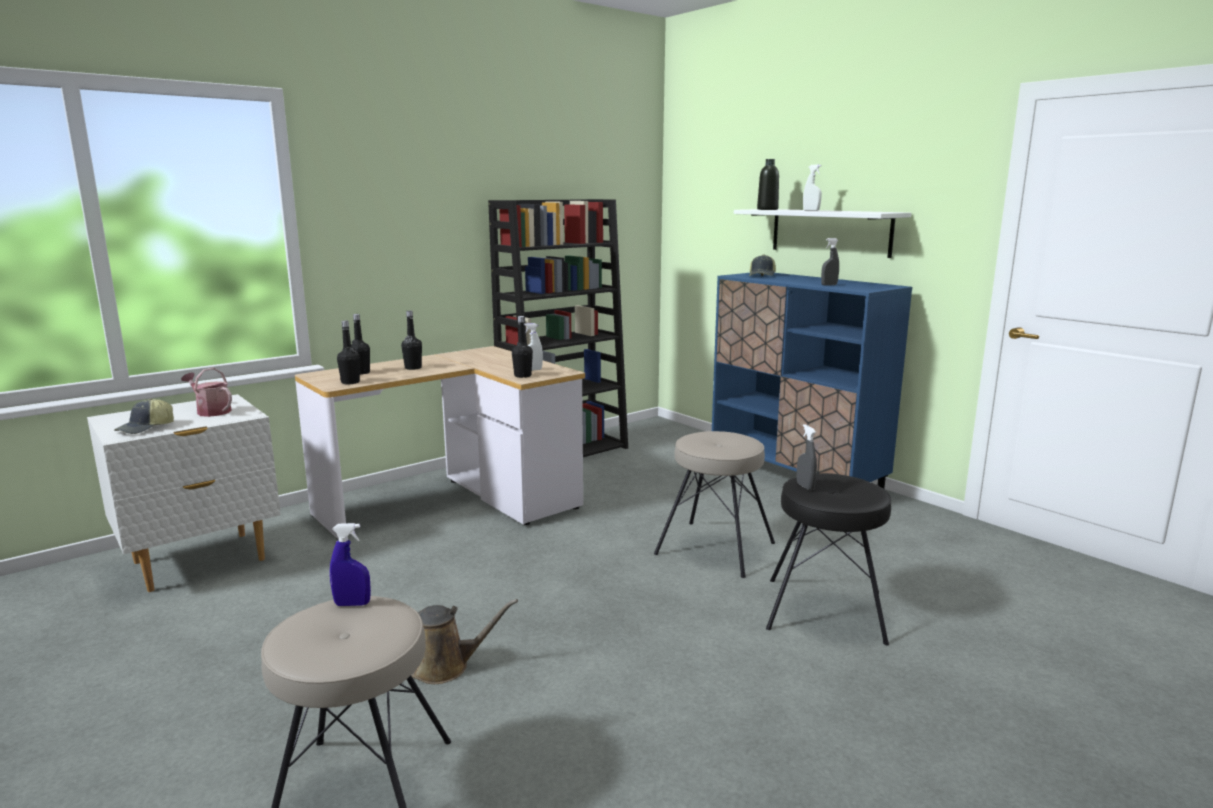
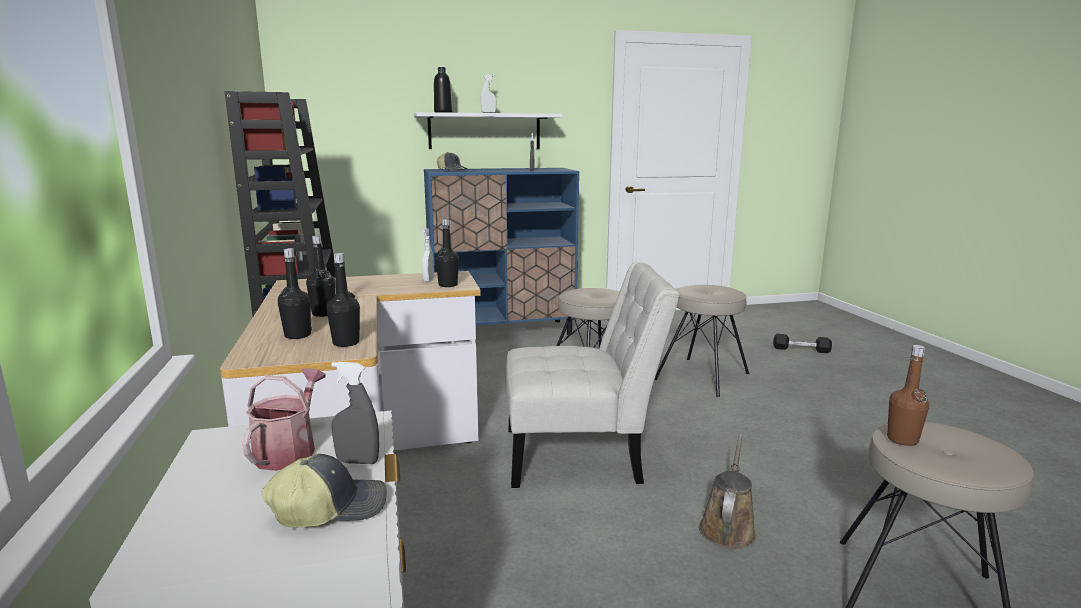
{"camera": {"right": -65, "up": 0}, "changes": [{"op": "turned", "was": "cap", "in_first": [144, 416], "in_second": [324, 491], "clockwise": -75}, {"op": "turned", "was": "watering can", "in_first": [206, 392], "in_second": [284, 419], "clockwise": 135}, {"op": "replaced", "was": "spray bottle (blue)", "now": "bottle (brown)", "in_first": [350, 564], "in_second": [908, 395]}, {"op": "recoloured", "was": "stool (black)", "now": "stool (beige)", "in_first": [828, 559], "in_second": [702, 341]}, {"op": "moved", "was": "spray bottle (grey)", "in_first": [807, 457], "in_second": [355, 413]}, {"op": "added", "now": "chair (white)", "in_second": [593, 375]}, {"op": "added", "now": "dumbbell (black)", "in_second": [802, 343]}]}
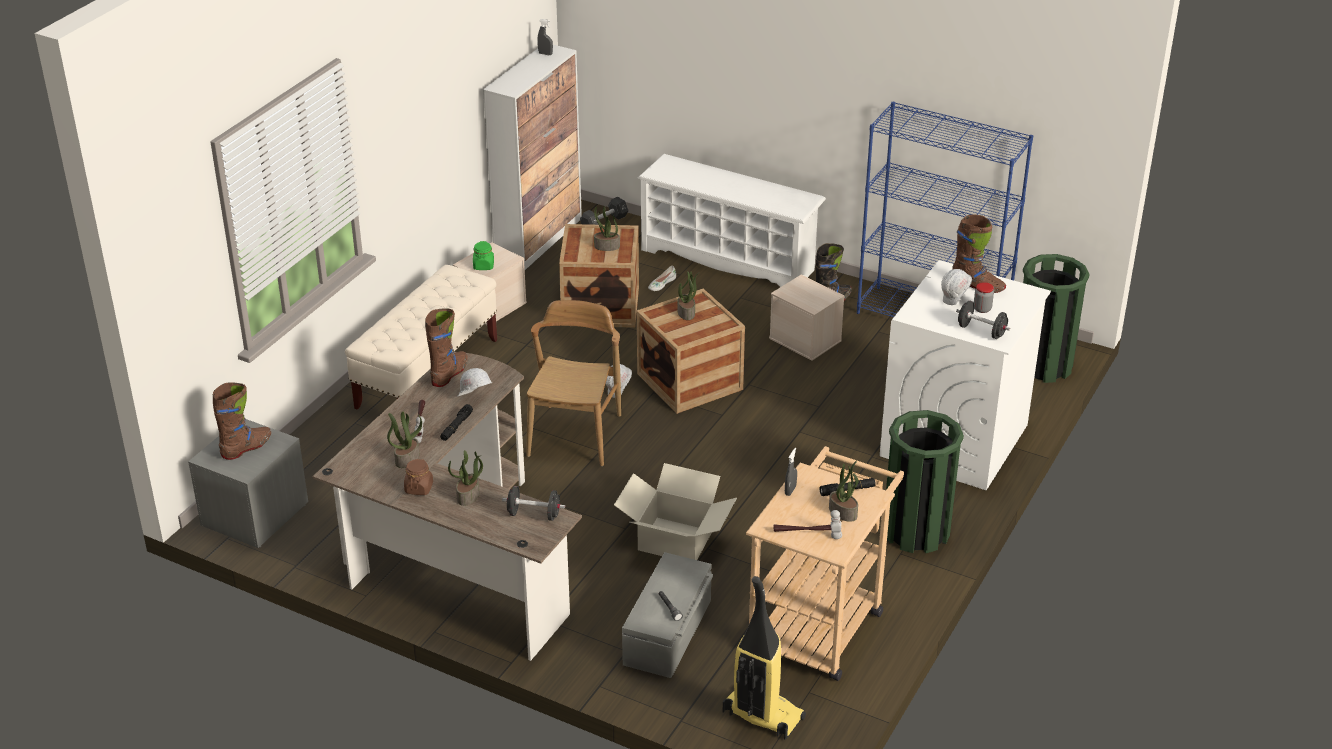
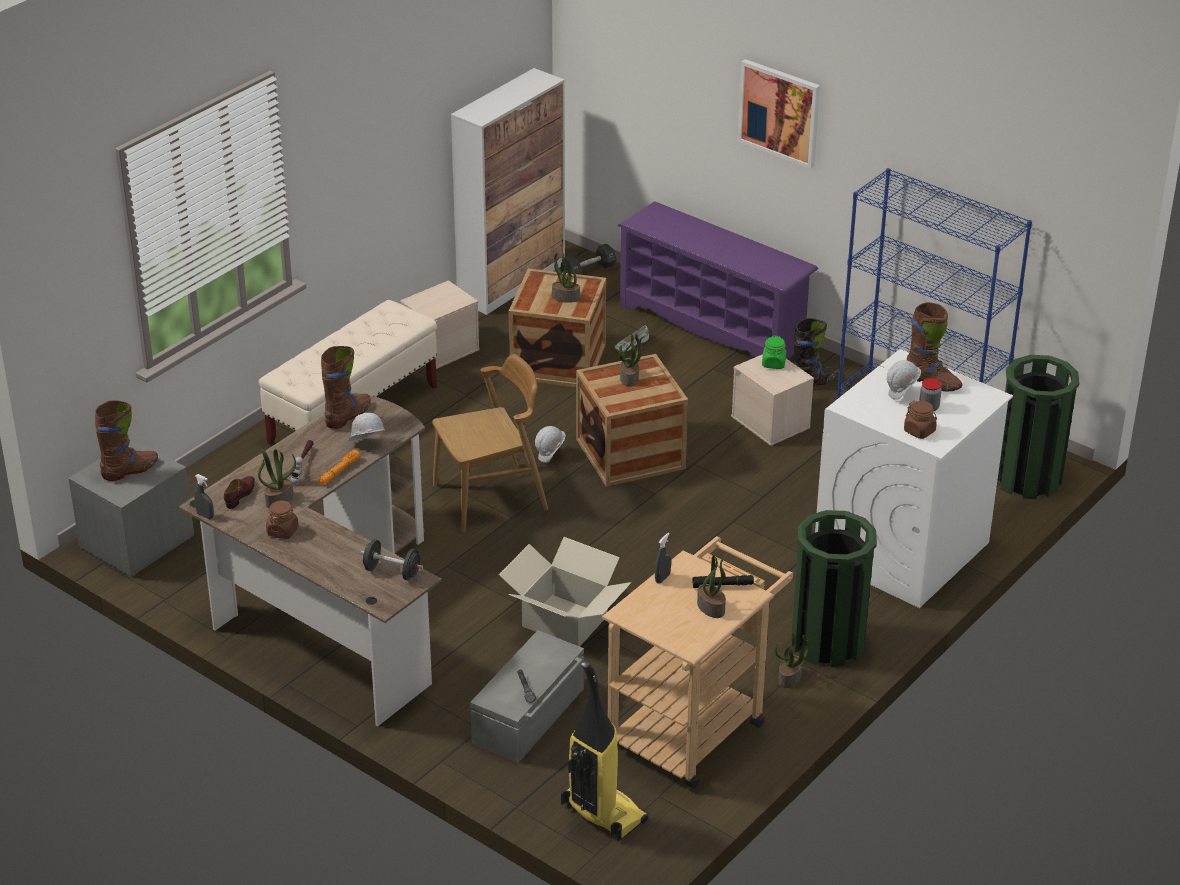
{"camera": {"right": 10, "up": 0}, "changes": [{"op": "recoloured", "was": "flashlight (black)", "now": "flashlight (orange)", "in_first": [456, 422], "in_second": [339, 467]}, {"op": "moved", "was": "potted plant", "in_first": [465, 478], "in_second": [791, 660]}, {"op": "moved", "was": "jar (green)", "in_first": [483, 255], "in_second": [774, 352]}, {"op": "turned", "was": "chair (brown)", "in_first": [573, 383], "in_second": [490, 443], "clockwise": 45}, {"op": "moved", "was": "spray bottle (grey)", "in_first": [545, 37], "in_second": [204, 496]}, {"op": "recoloured", "was": "shoe rack (white)", "now": "shoe rack (purple)", "in_first": [731, 220], "in_second": [718, 280]}, {"op": "removed", "was": "hammer", "in_first": [807, 524]}, {"op": "replaced", "was": "dumbbell (black)", "now": "jar (brown)", "in_first": [983, 320], "in_second": [920, 420]}, {"op": "added", "now": "shoe (brown)", "in_second": [239, 492]}, {"op": "added", "now": "picture", "in_second": [778, 114]}]}
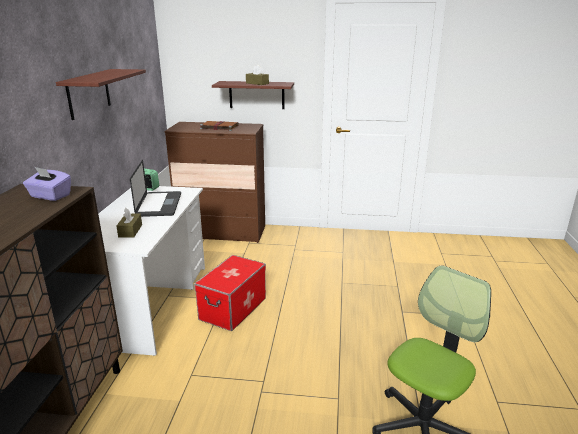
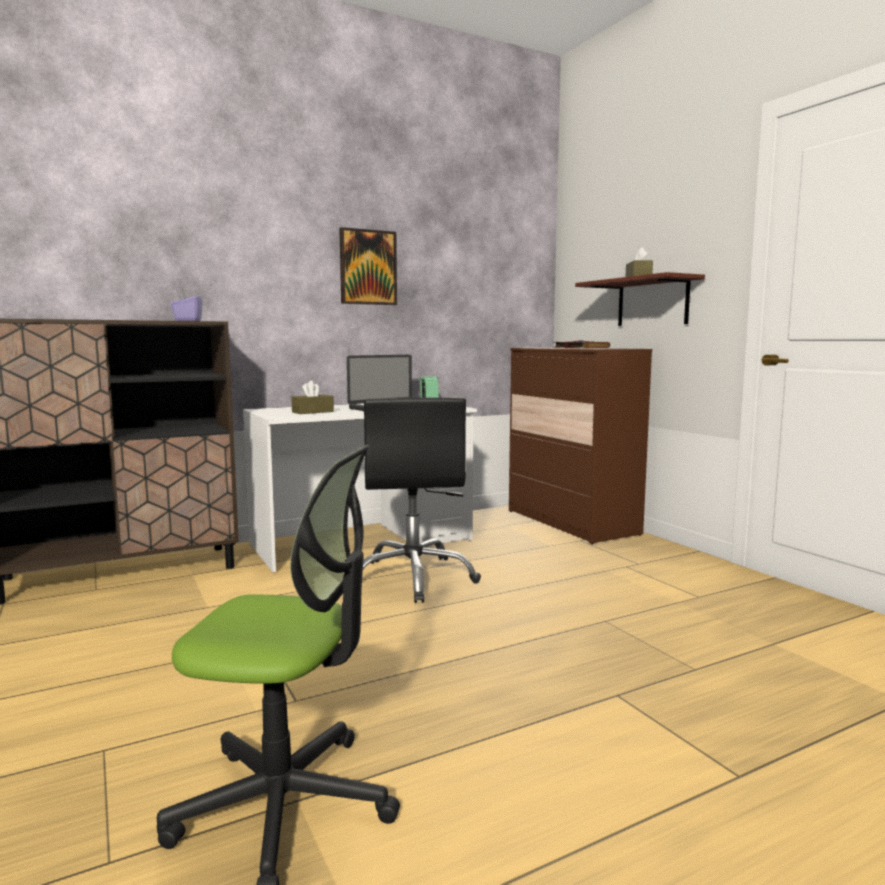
{"camera": {"right": 55, "up": -15}, "changes": [{"op": "replaced", "was": "shelf", "now": "picture", "in_first": [101, 94], "in_second": [368, 266]}, {"op": "replaced", "was": "storage box", "now": "office chair (black)", "in_first": [230, 293], "in_second": [422, 500]}]}
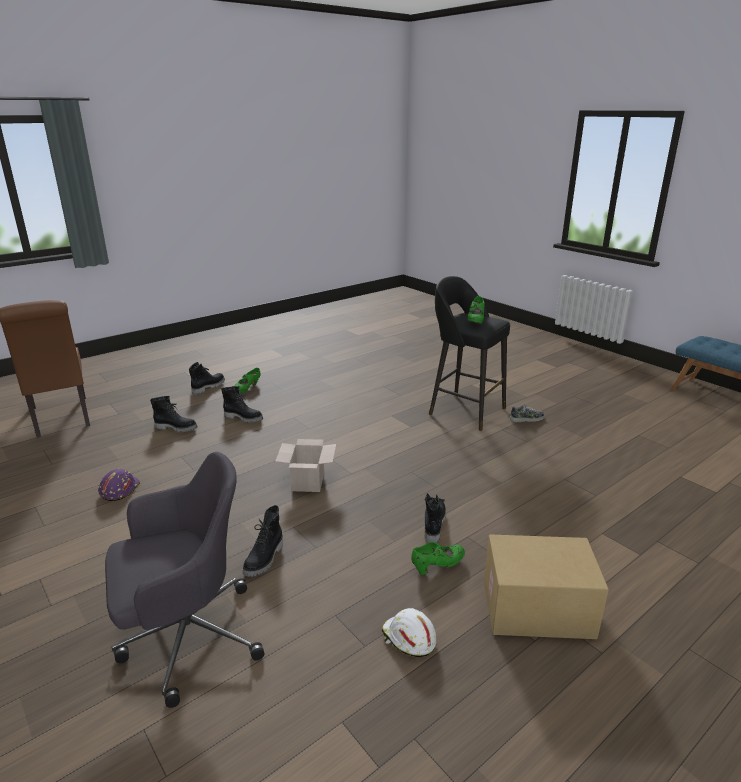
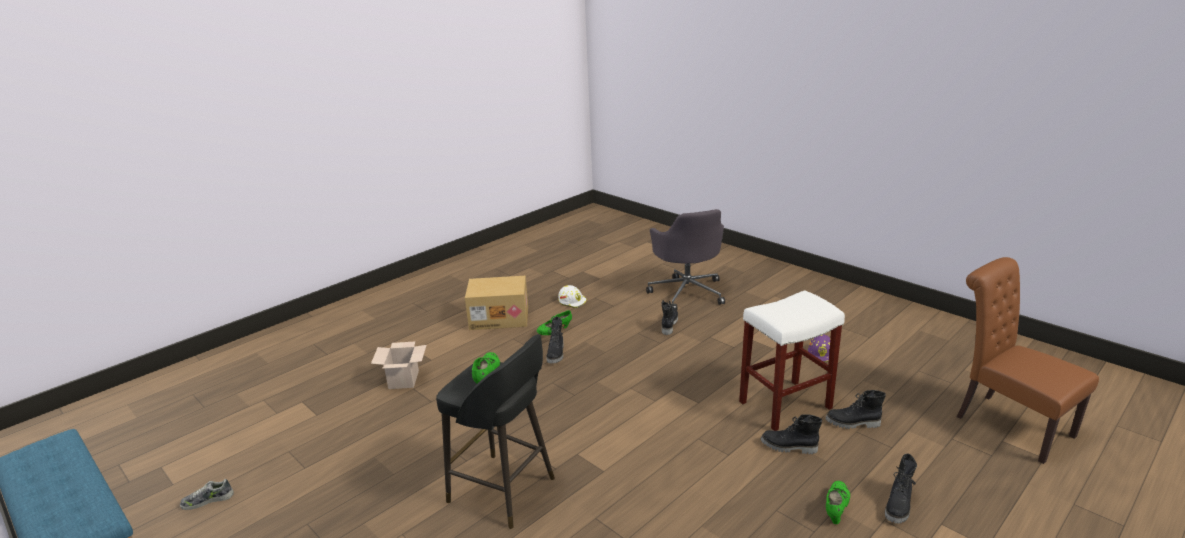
{"camera": {"right": 175, "up": 0}, "changes": [{"op": "turned", "was": "office chair (grey)", "in_first": [184, 580], "in_second": [685, 259], "clockwise": -75}, {"op": "moved", "was": "cardboard box", "in_first": [305, 465], "in_second": [398, 365]}, {"op": "moved", "was": "shoe", "in_first": [527, 413], "in_second": [207, 494]}, {"op": "added", "now": "stool (white)", "in_second": [792, 360]}]}
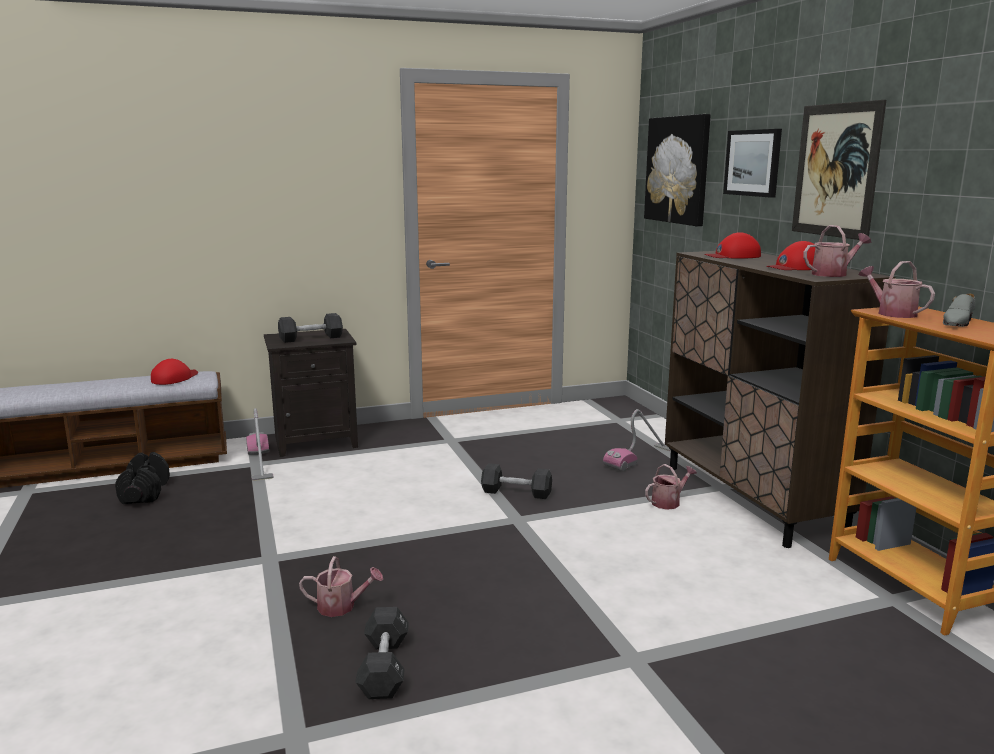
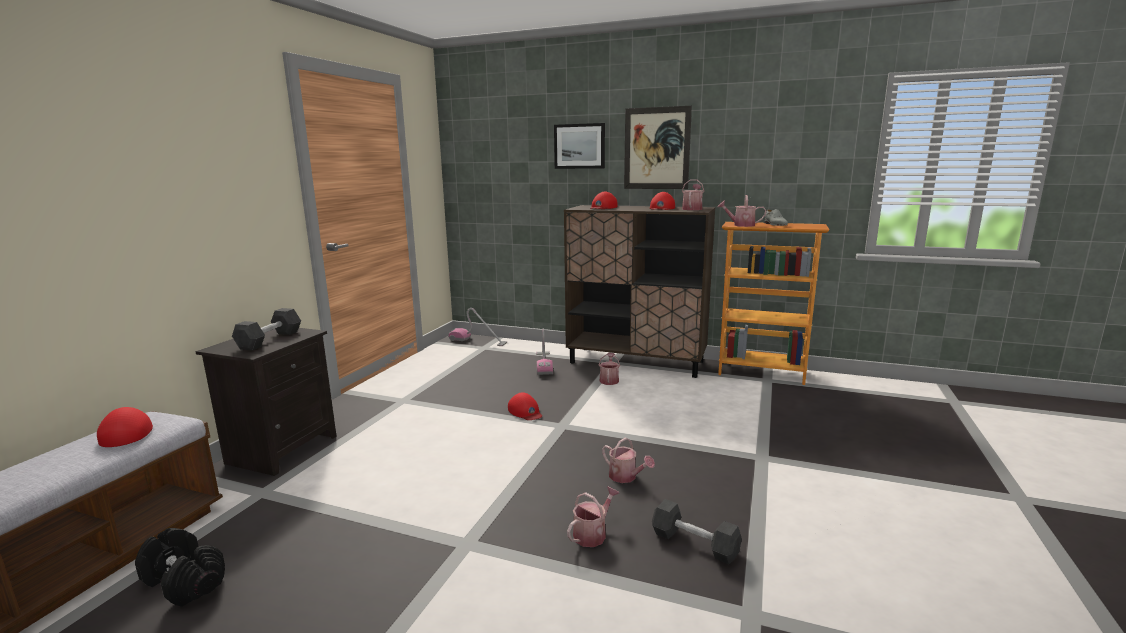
{"camera": {"right": -50, "up": 0}, "changes": [{"op": "moved", "was": "vacuum cleaner", "in_first": [260, 444], "in_second": [477, 327]}, {"op": "replaced", "was": "dumbbell (black)", "now": "cap (red)", "in_first": [516, 481], "in_second": [525, 406]}, {"op": "removed", "was": "picture", "in_first": [677, 170]}, {"op": "added", "now": "watering can", "in_second": [628, 460]}]}
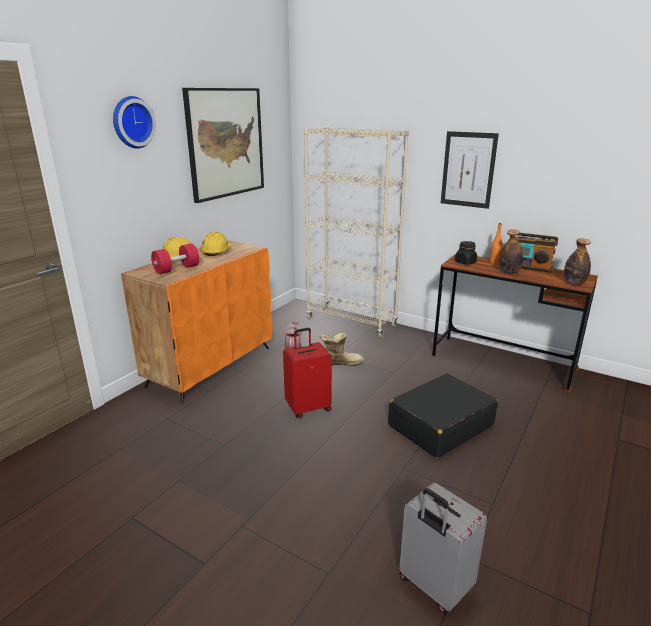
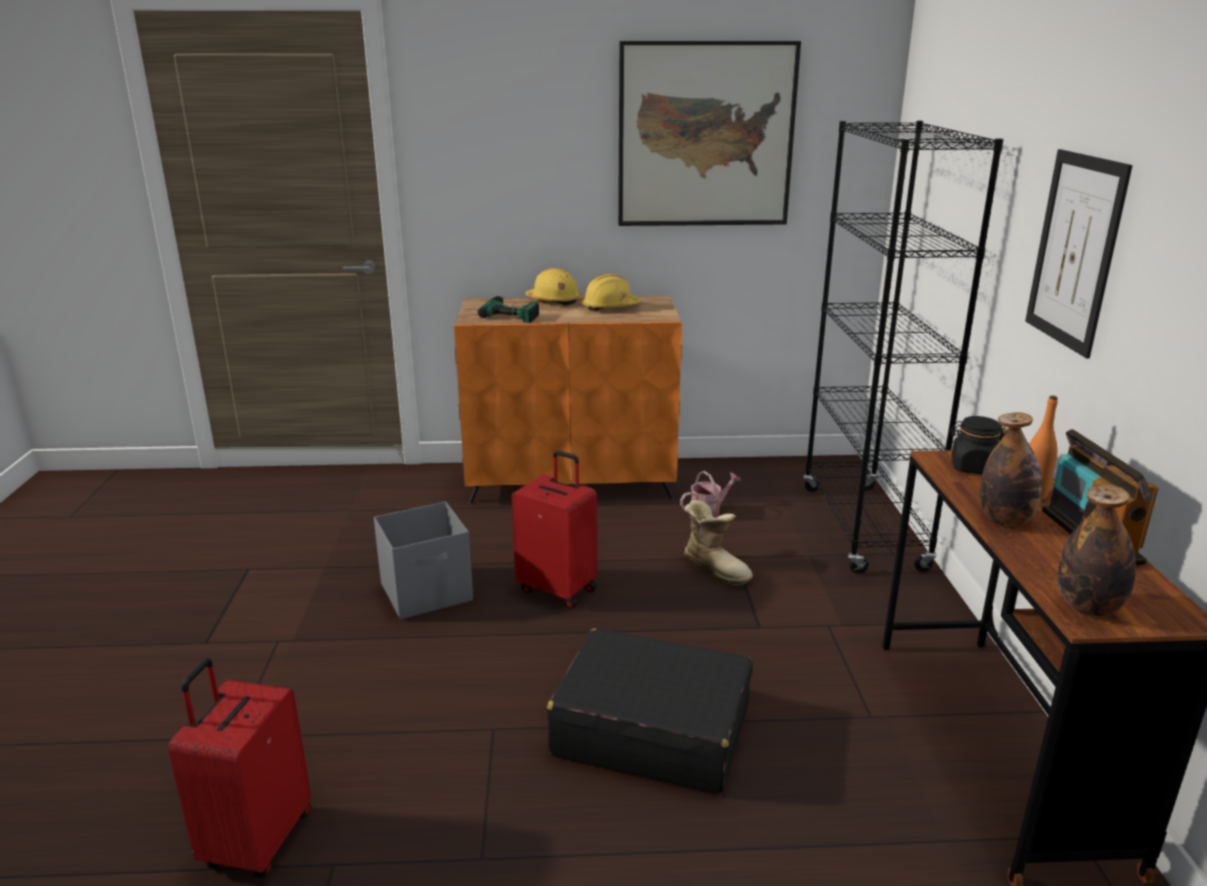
{"camera": {"right": 55, "up": 0}, "changes": [{"op": "removed", "was": "wall clock", "in_first": [134, 122]}, {"op": "replaced", "was": "dumbbell (red)", "now": "power drill", "in_first": [175, 258], "in_second": [508, 309]}, {"op": "recoloured", "was": "bookcase (beige)", "now": "bookcase (black)", "in_first": [356, 232], "in_second": [903, 347]}, {"op": "recoloured", "was": "suitcase (grey)", "now": "suitcase (red)", "in_first": [443, 548], "in_second": [239, 768]}, {"op": "added", "now": "storage box (grey)", "in_second": [423, 560]}]}
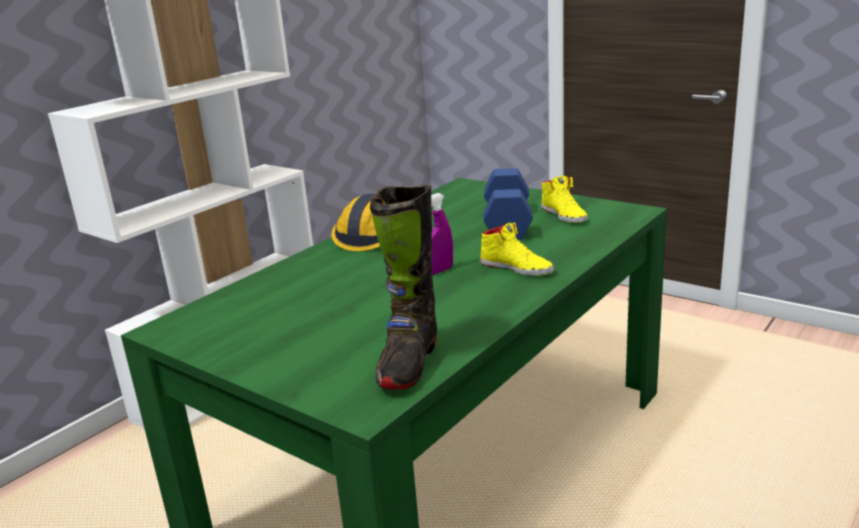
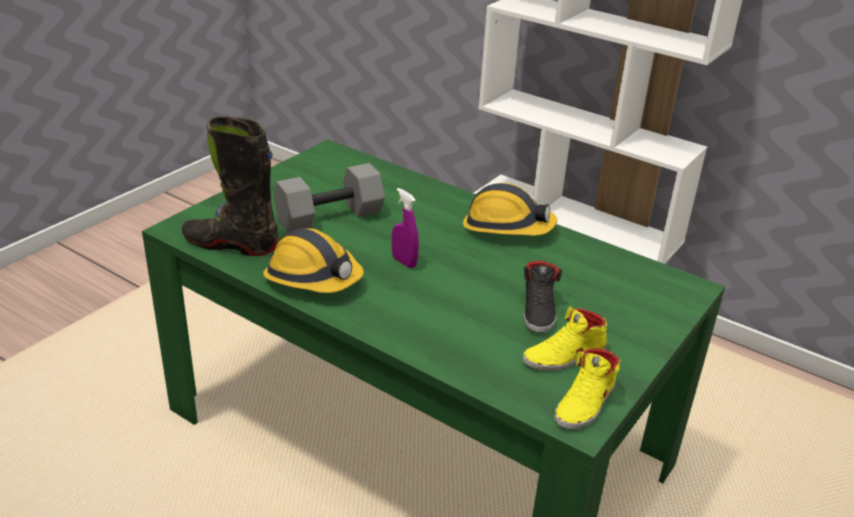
{"camera": {"right": 85, "up": 10}, "changes": [{"op": "moved", "was": "shoe (yellow)", "in_first": [517, 249], "in_second": [587, 388]}, {"op": "replaced", "was": "dumbbell (blue)", "now": "shoe (black)", "in_first": [508, 204], "in_second": [543, 297]}, {"op": "added", "now": "hard hat", "in_second": [313, 260]}, {"op": "added", "now": "dumbbell (grey)", "in_second": [329, 198]}]}
